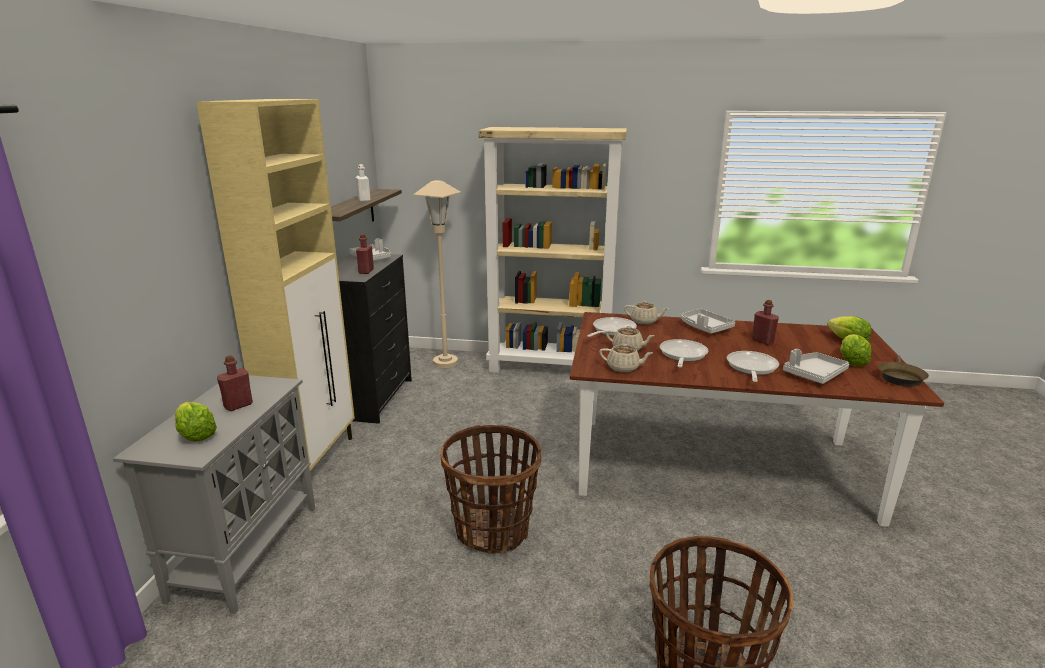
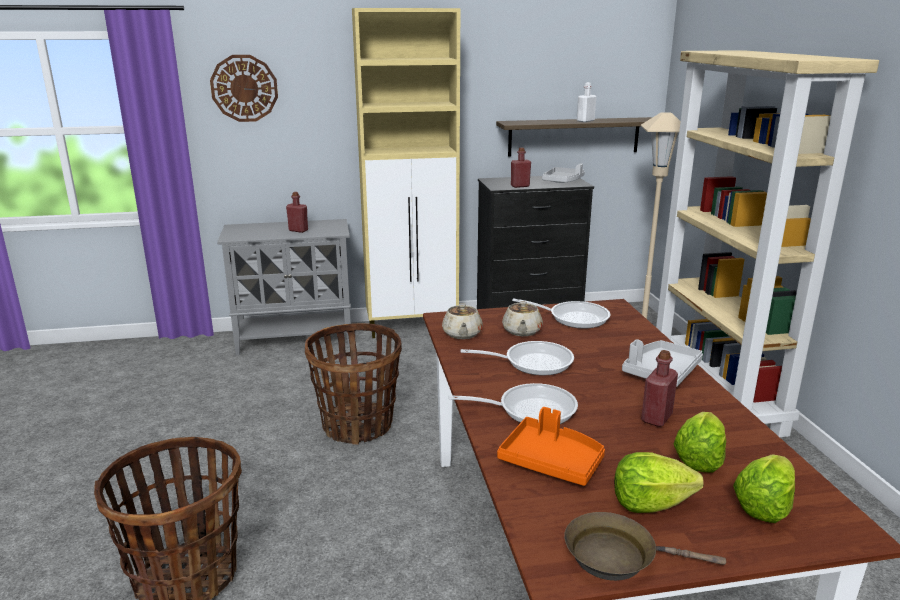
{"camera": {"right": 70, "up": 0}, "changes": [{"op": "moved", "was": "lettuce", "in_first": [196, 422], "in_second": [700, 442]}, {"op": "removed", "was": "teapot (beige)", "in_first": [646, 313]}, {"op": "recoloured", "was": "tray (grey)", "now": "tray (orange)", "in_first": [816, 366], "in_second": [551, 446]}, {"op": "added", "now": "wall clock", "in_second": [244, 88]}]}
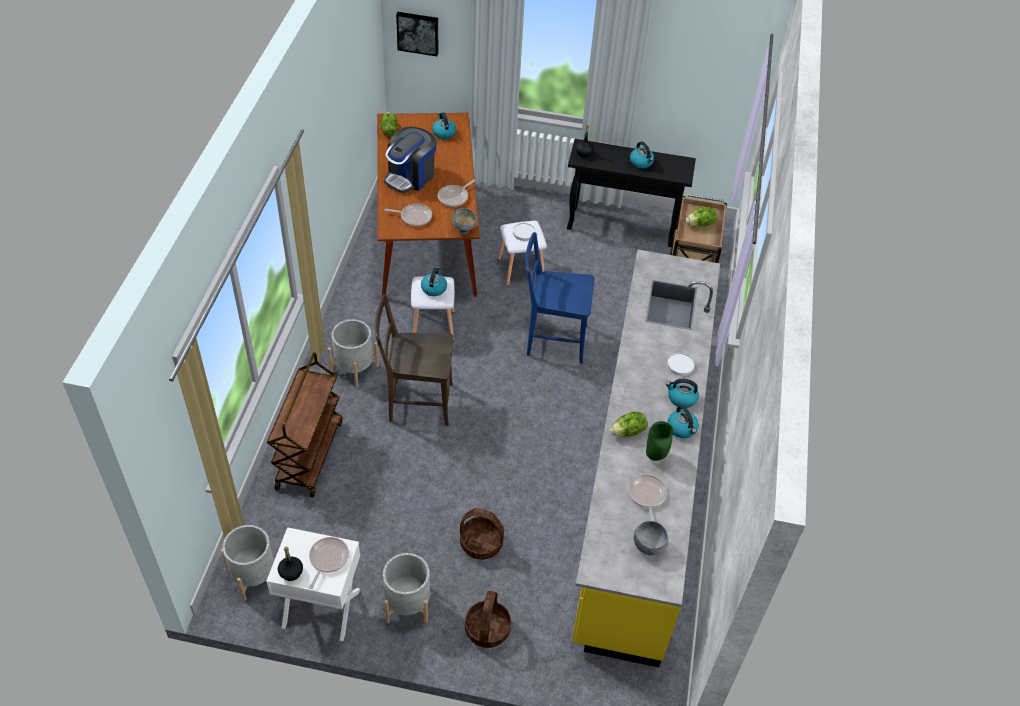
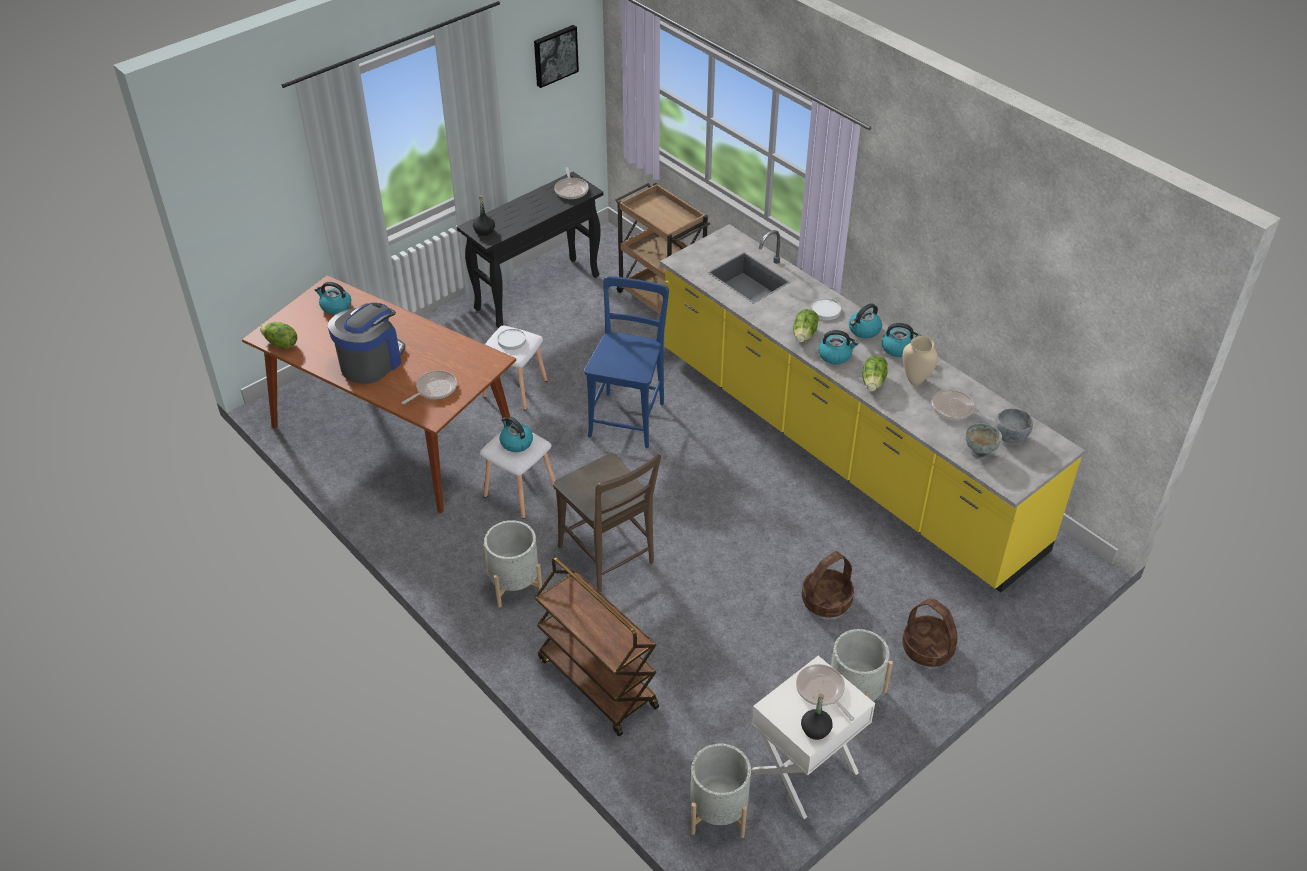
{"camera": {"right": -50, "up": -5}, "changes": [{"op": "turned", "was": "chair (brown)", "in_first": [414, 360], "in_second": [607, 522], "clockwise": -75}, {"op": "turned", "was": "coffee machine", "in_first": [410, 159], "in_second": [366, 343], "clockwise": -135}, {"op": "moved", "was": "picture", "in_first": [417, 34], "in_second": [556, 56]}, {"op": "moved", "was": "frying pan", "in_first": [457, 193], "in_second": [571, 183]}, {"op": "moved", "was": "bowl (grey)", "in_first": [464, 221], "in_second": [983, 441]}, {"op": "turned", "was": "chair (blue)", "in_first": [560, 297], "in_second": [626, 362], "clockwise": 150}, {"op": "moved", "was": "kettle", "in_first": [642, 154], "in_second": [838, 347]}, {"op": "recoloured", "was": "vase (green)", "now": "vase (beige)", "in_first": [659, 441], "in_second": [920, 360]}, {"op": "moved", "was": "lettuce", "in_first": [701, 216], "in_second": [806, 326]}]}
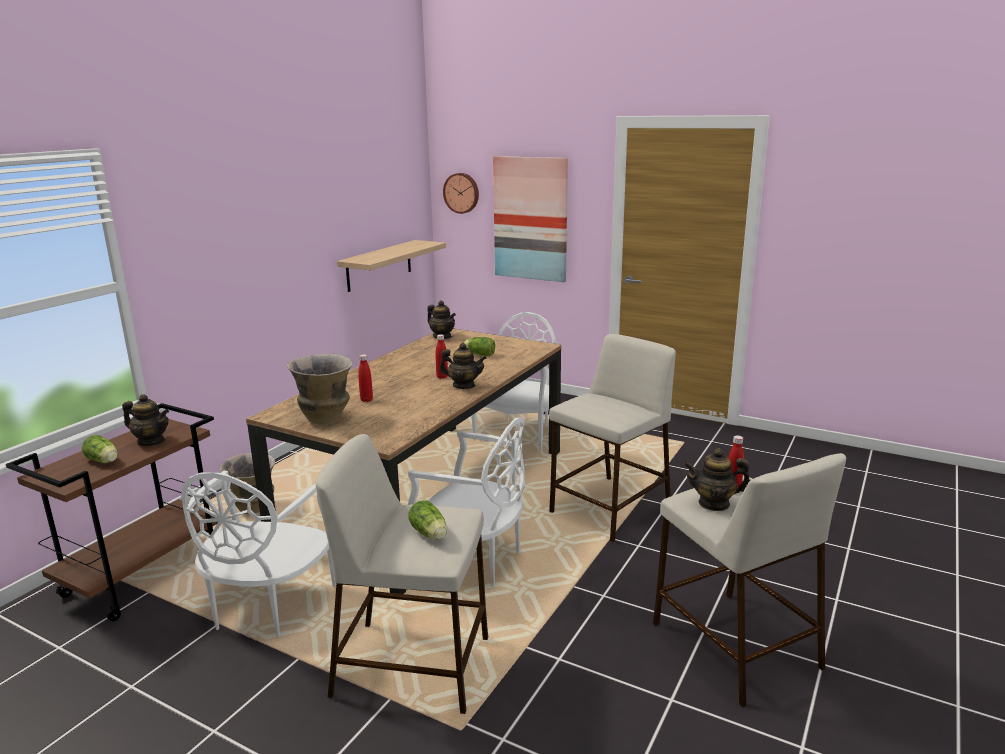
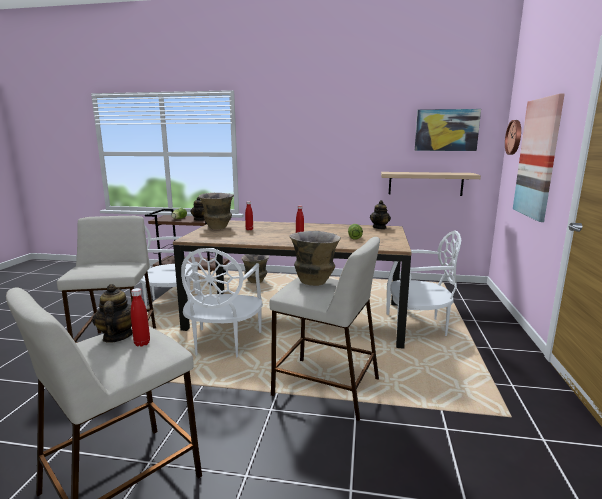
{"camera": {"right": 70, "up": -5}, "changes": [{"op": "removed", "was": "lettuce", "in_first": [427, 520]}, {"op": "removed", "was": "teapot", "in_first": [463, 366]}, {"op": "added", "now": "vase", "in_second": [315, 258]}, {"op": "added", "now": "picture", "in_second": [448, 130]}]}
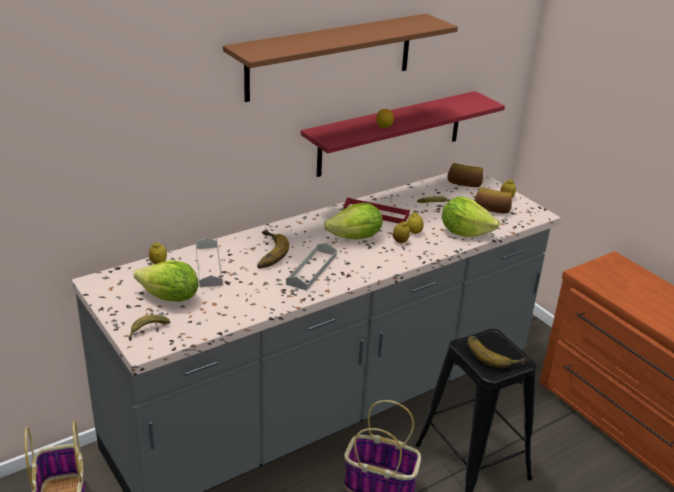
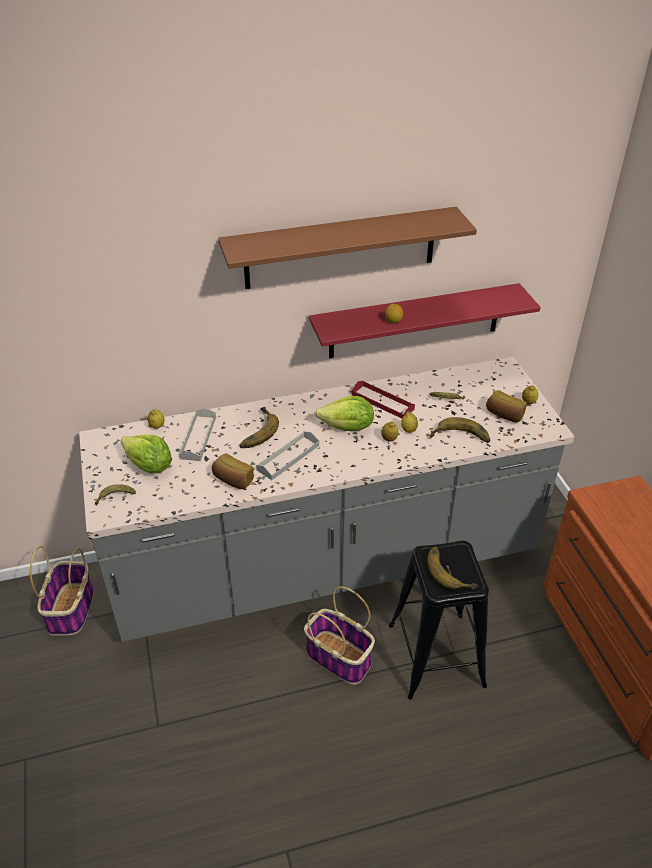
{"camera": {"right": 20, "up": 10}, "changes": [{"op": "replaced", "was": "lettuce", "now": "banana", "in_first": [471, 217], "in_second": [460, 430]}, {"op": "moved", "was": "bread", "in_first": [465, 175], "in_second": [233, 471]}]}
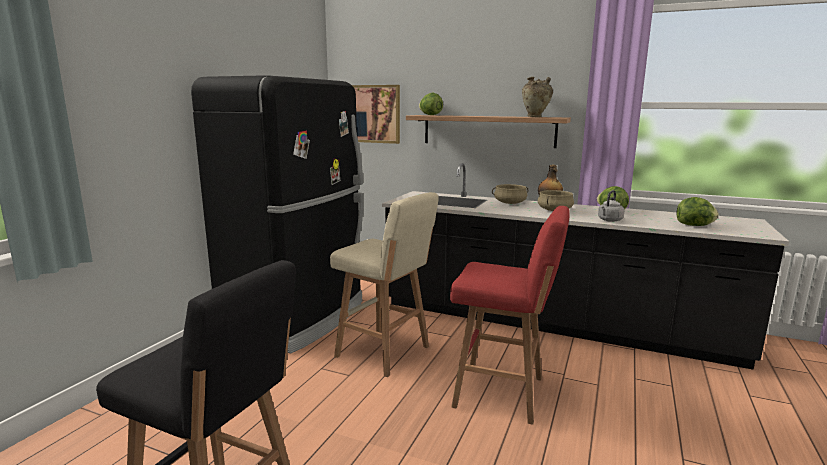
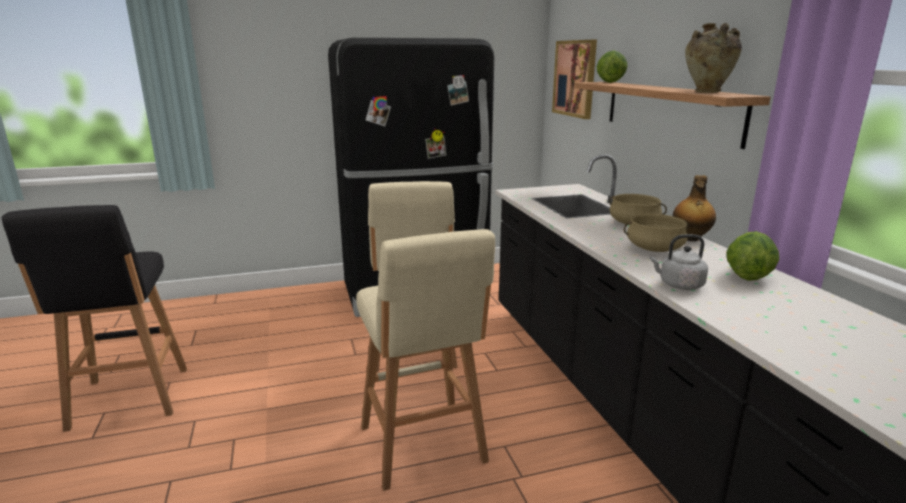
{"camera": {"right": 50, "up": 5}, "changes": [{"op": "recoloured", "was": "stool (red)", "now": "stool (beige)", "in_first": [510, 315], "in_second": [425, 360]}, {"op": "removed", "was": "lettuce", "in_first": [697, 211]}]}
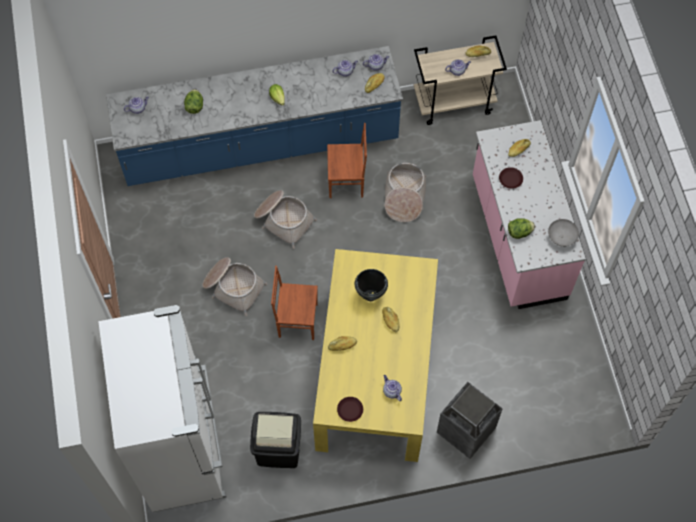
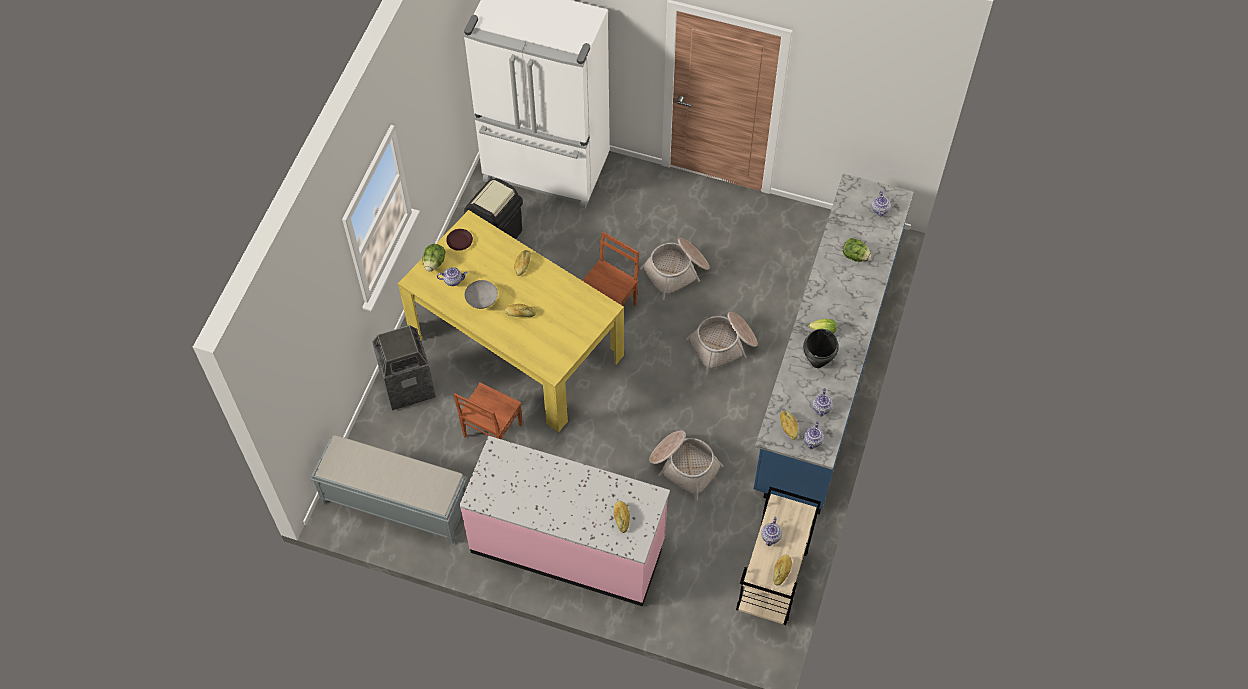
{"camera": {"right": 120, "up": -5}, "changes": [{"op": "moved", "was": "chair (brown)", "in_first": [347, 160], "in_second": [488, 410]}, {"op": "moved", "was": "cooking pot (black)", "in_first": [371, 285], "in_second": [821, 348]}, {"op": "removed", "was": "plate (brown)", "in_first": [511, 178]}, {"op": "moved", "was": "lettuce", "in_first": [521, 228], "in_second": [434, 257]}, {"op": "moved", "was": "bowl (grey)", "in_first": [563, 233], "in_second": [481, 294]}, {"op": "added", "now": "bench (grey)", "in_second": [389, 489]}]}
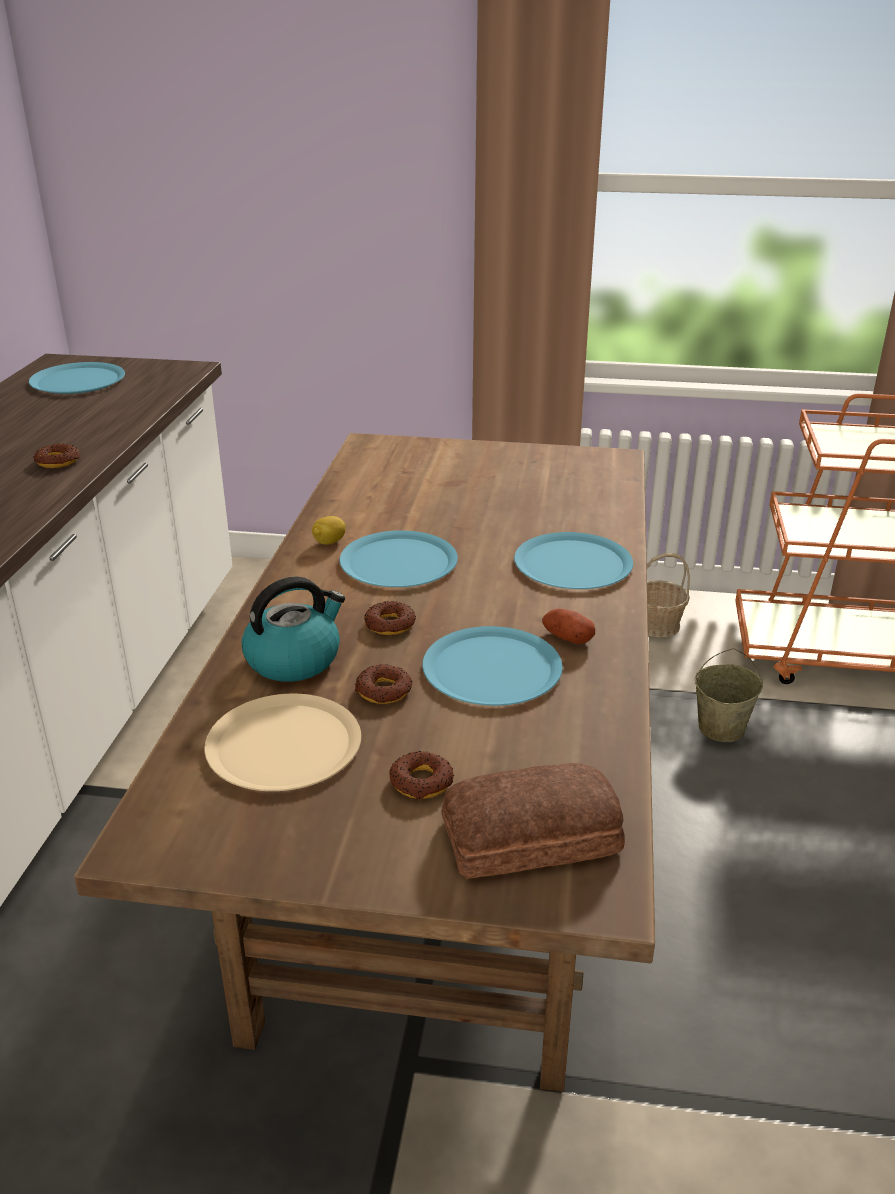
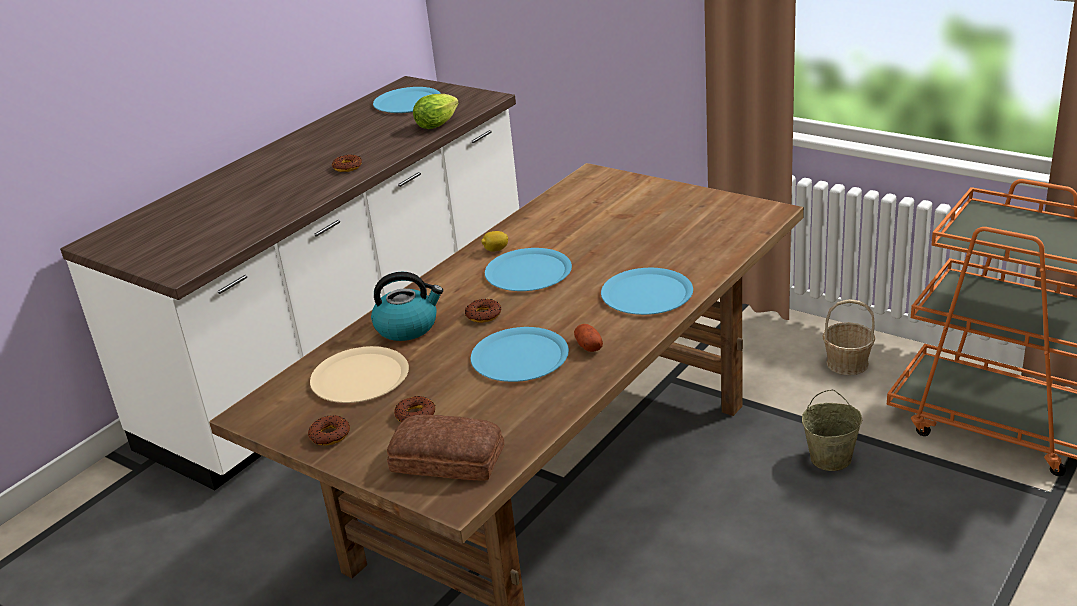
{"camera": {"right": 30, "up": 0}, "changes": [{"op": "moved", "was": "donut", "in_first": [383, 684], "in_second": [329, 430]}, {"op": "added", "now": "lettuce", "in_second": [436, 111]}]}
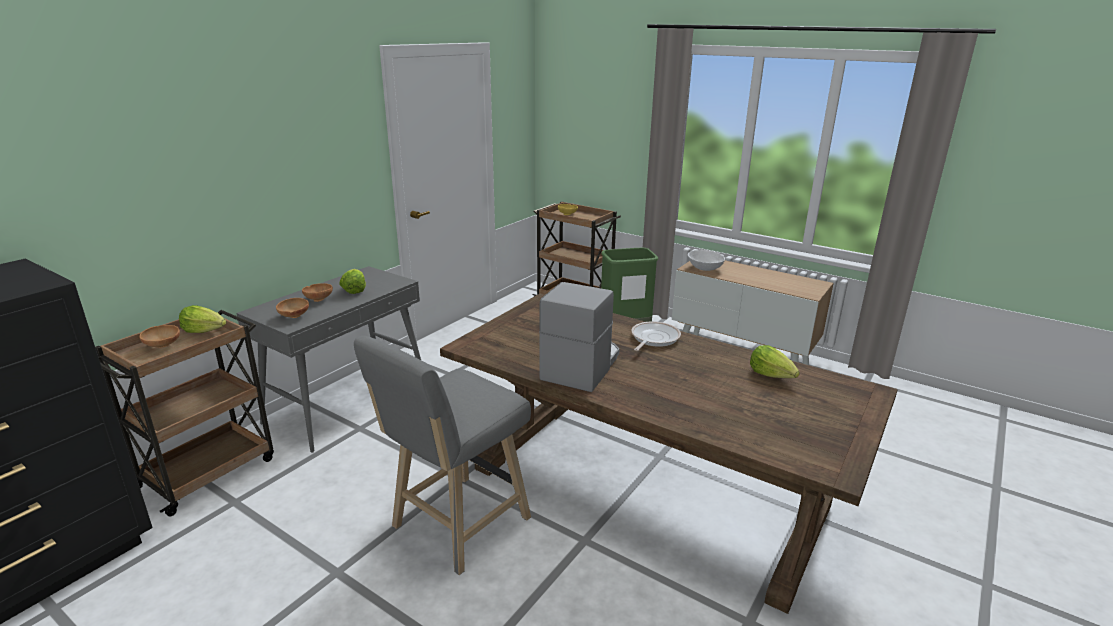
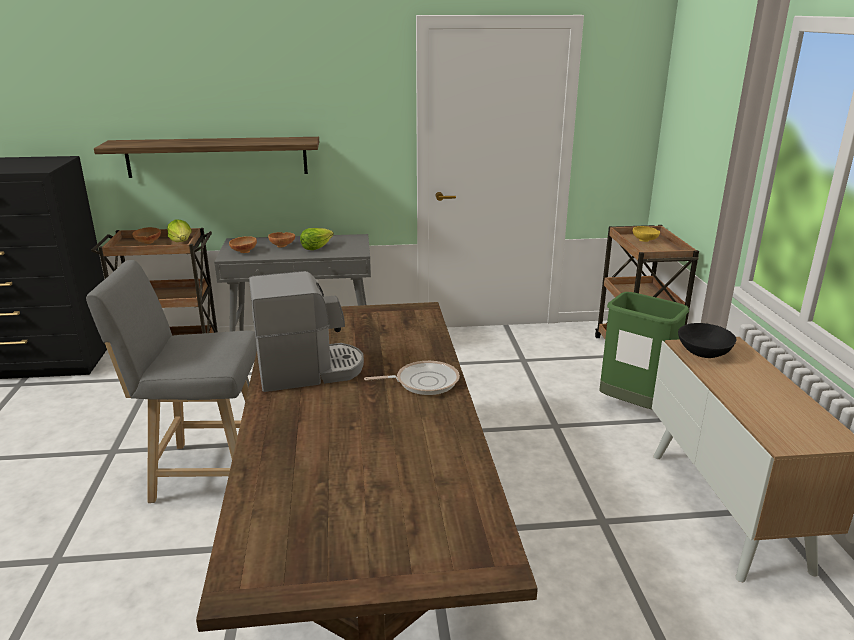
{"camera": {"right": 50, "up": 0}, "changes": [{"op": "recoloured", "was": "bowl (white)", "now": "bowl (black)", "in_first": [706, 260], "in_second": [707, 340]}, {"op": "removed", "was": "lettuce", "in_first": [775, 361]}, {"op": "added", "now": "shelf", "in_second": [206, 157]}]}
